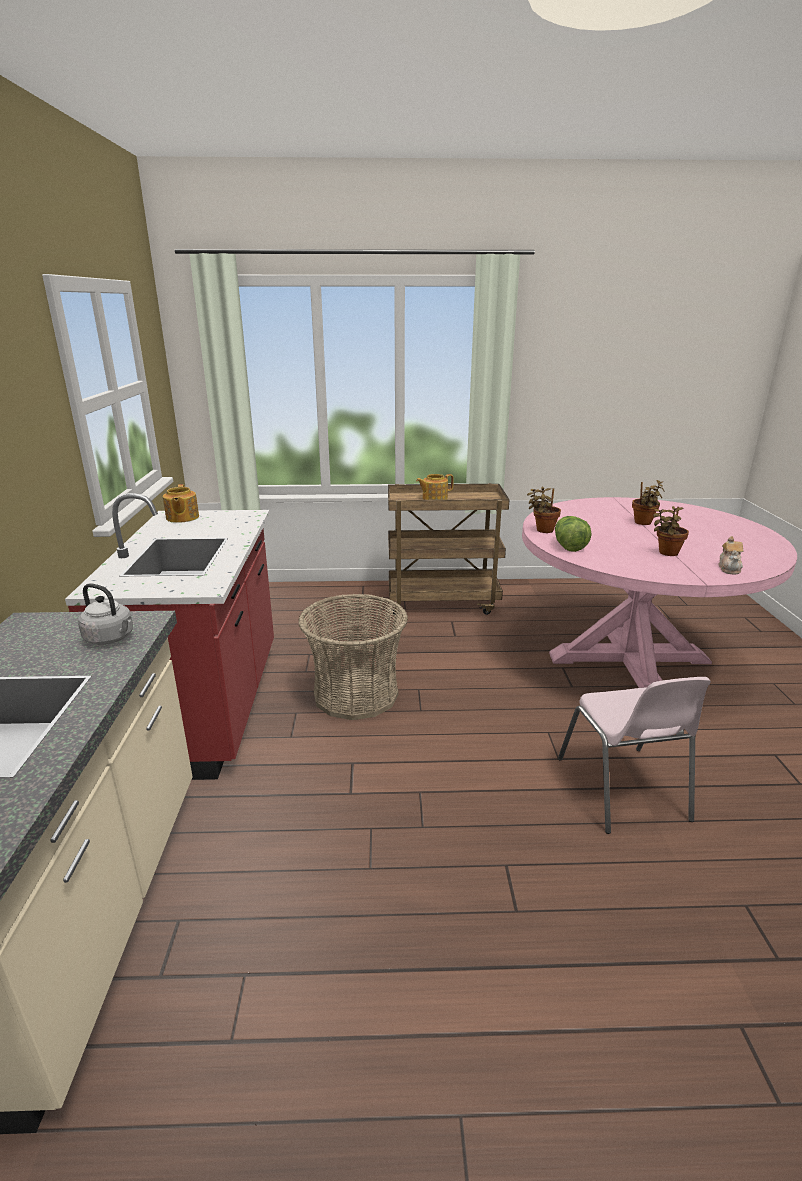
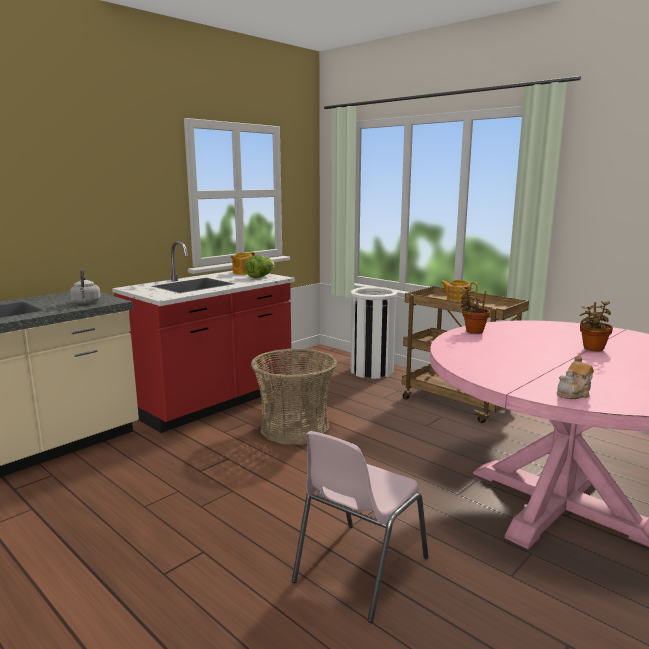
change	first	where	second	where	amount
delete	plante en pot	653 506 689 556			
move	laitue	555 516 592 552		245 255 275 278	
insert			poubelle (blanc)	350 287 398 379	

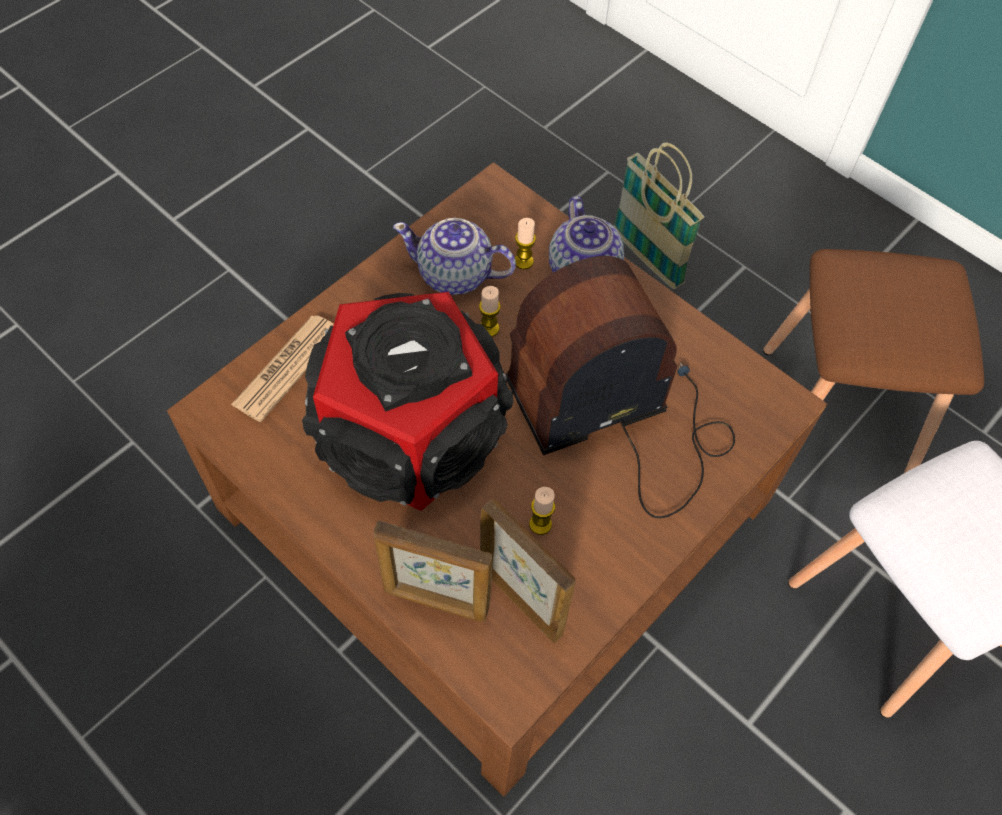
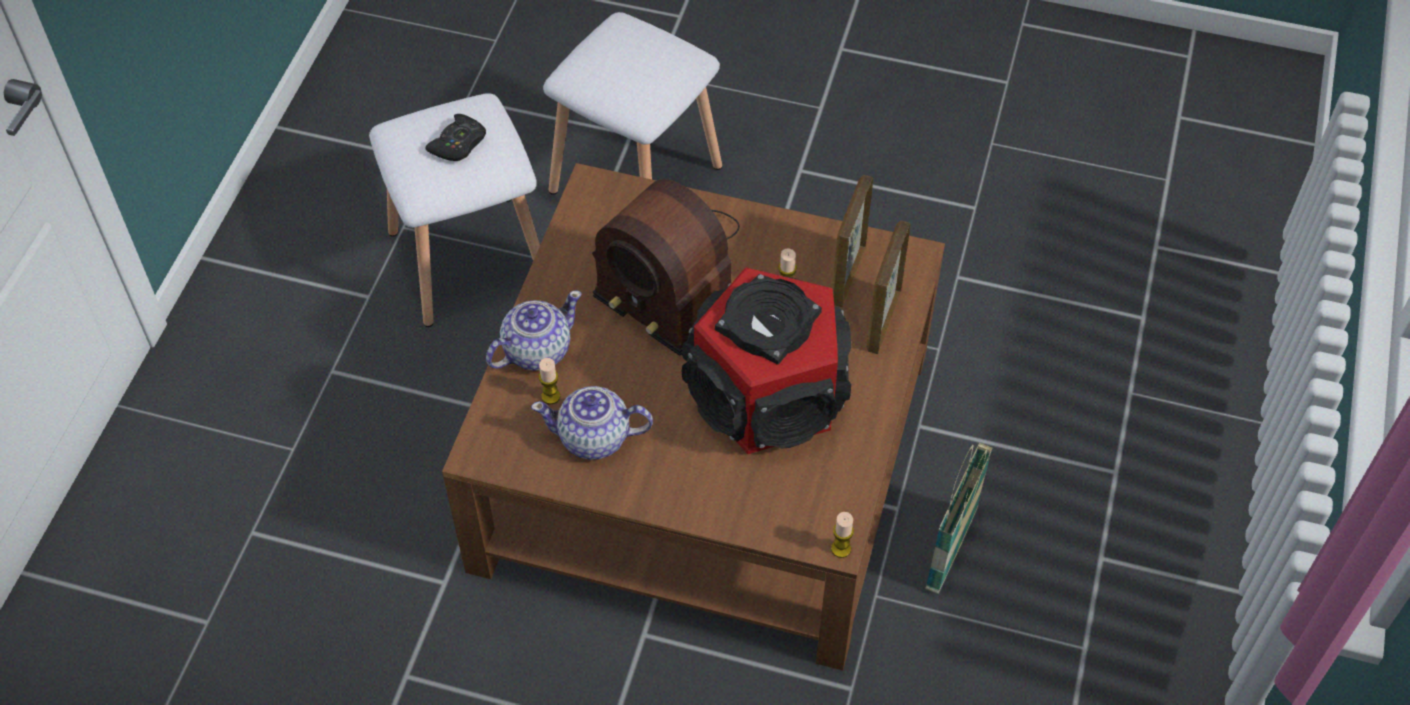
change	first	where	second	where	amount
move	panier	613 143 704 289		925 443 992 594	
rotate	théière	393 218 516 295		531 386 653 460	105 degrees clockwise
recolor	tabouret (marron)	763 249 984 473	tabouret (blanc)	369 93 540 327	
move	bougie	479 286 501 337		831 512 854 558	
delete	journal	231 315 334 422			
rotate	cadre photo	373 520 493 622		866 221 911 354	150 degrees counterclockwise
insert			manette (noir)	426 114 486 161	

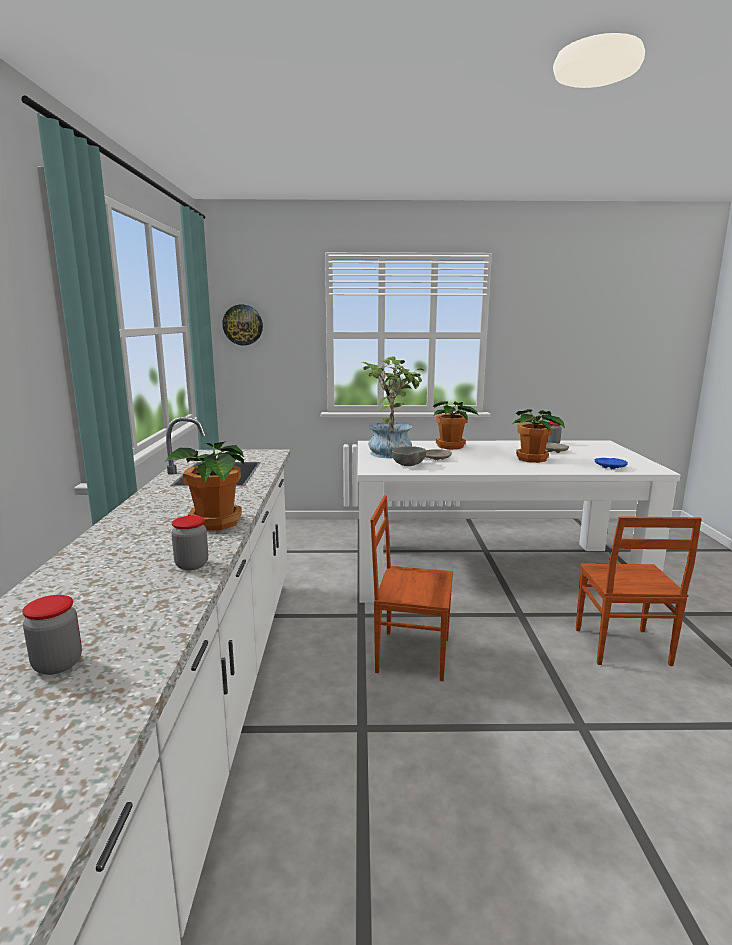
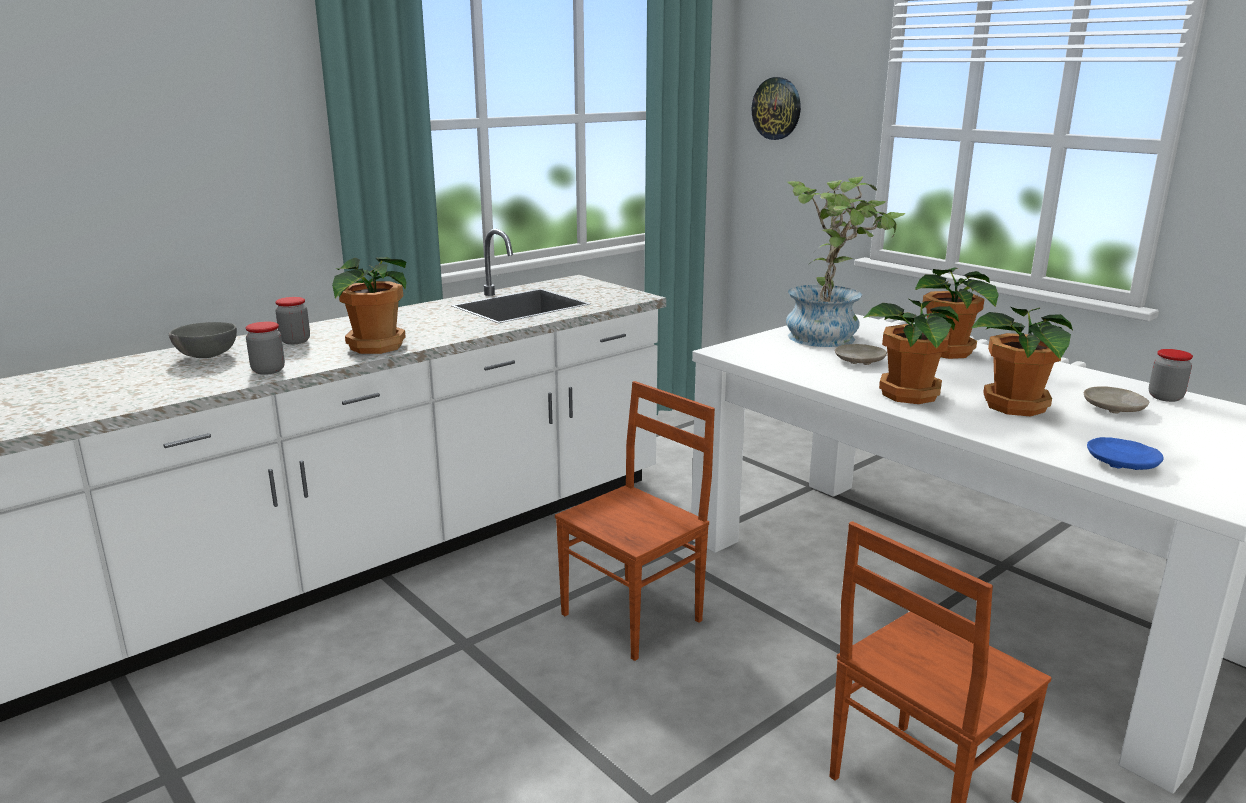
change	first	where	second	where	amount
move	bol (gris)	392 446 426 466		169 322 237 358	
rotate	chaise (marron)	370 495 453 681		555 381 715 661	75 degrees clockwise
move	bocal	22 595 82 675		275 297 310 345	
insert			plante en pot	864 299 959 404	

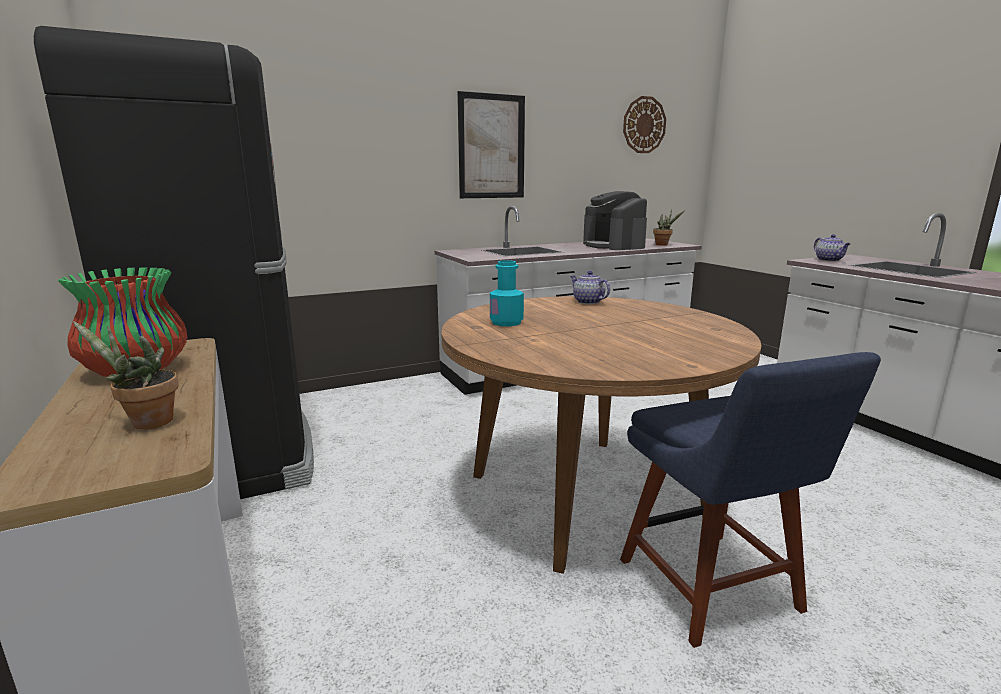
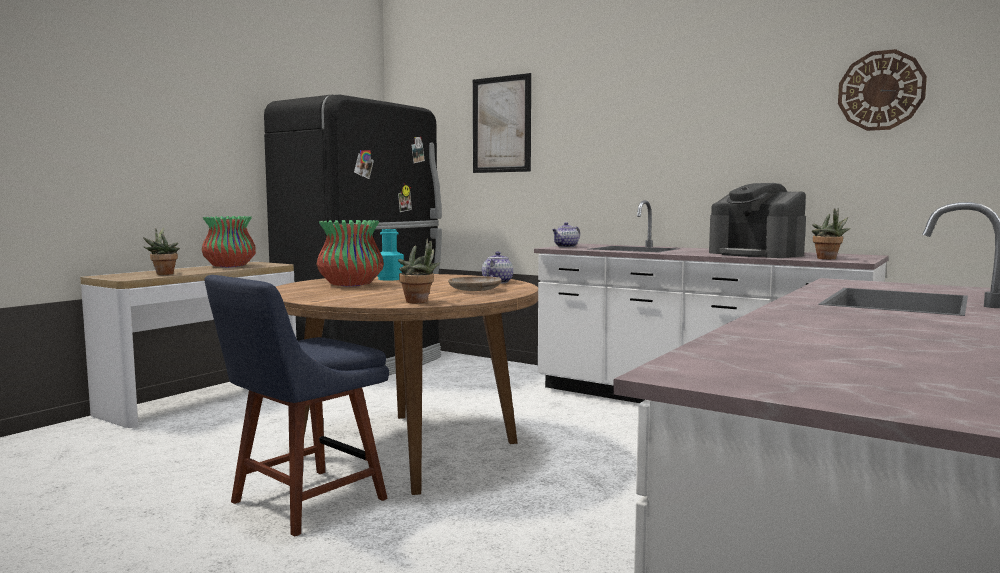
change	first	where	second	where	amount
move	tableau	457 91 525 198		473 73 531 173	
rotate	machine à café	583 191 647 250		709 183 806 258	75 degrees counterclockwise
move	théière	814 234 851 262		552 222 580 247	
insert			vase	316 220 384 286	
insert			plante en pot	398 238 440 303	
insert			assiette (beige)	448 276 502 291	

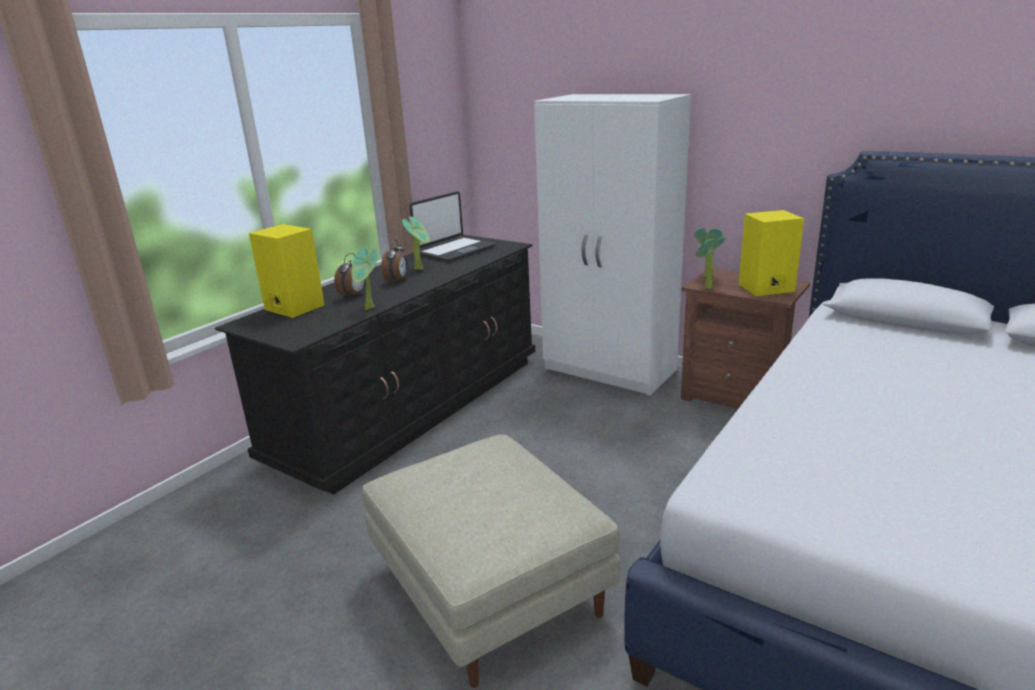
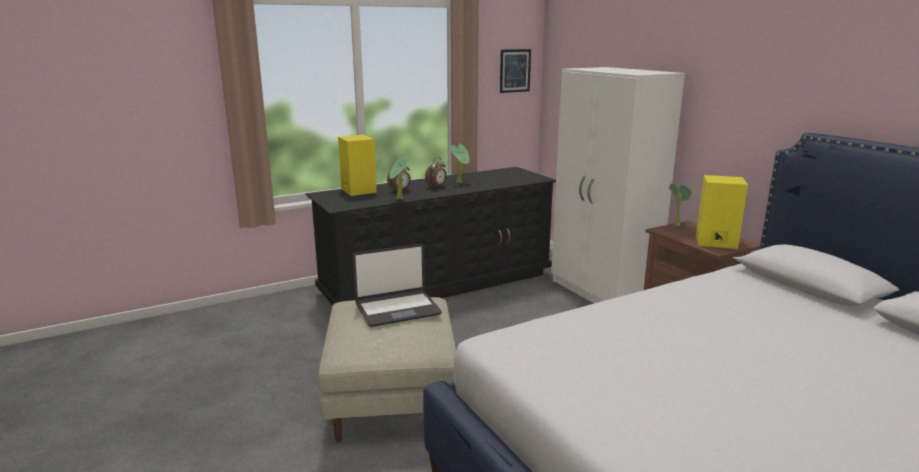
change	first	where	second	where	amount
move	ordinateur portable	409 191 496 262		353 244 442 327	
delete	plante en pot	696 237 725 289			
insert			tableau	500 49 531 93	

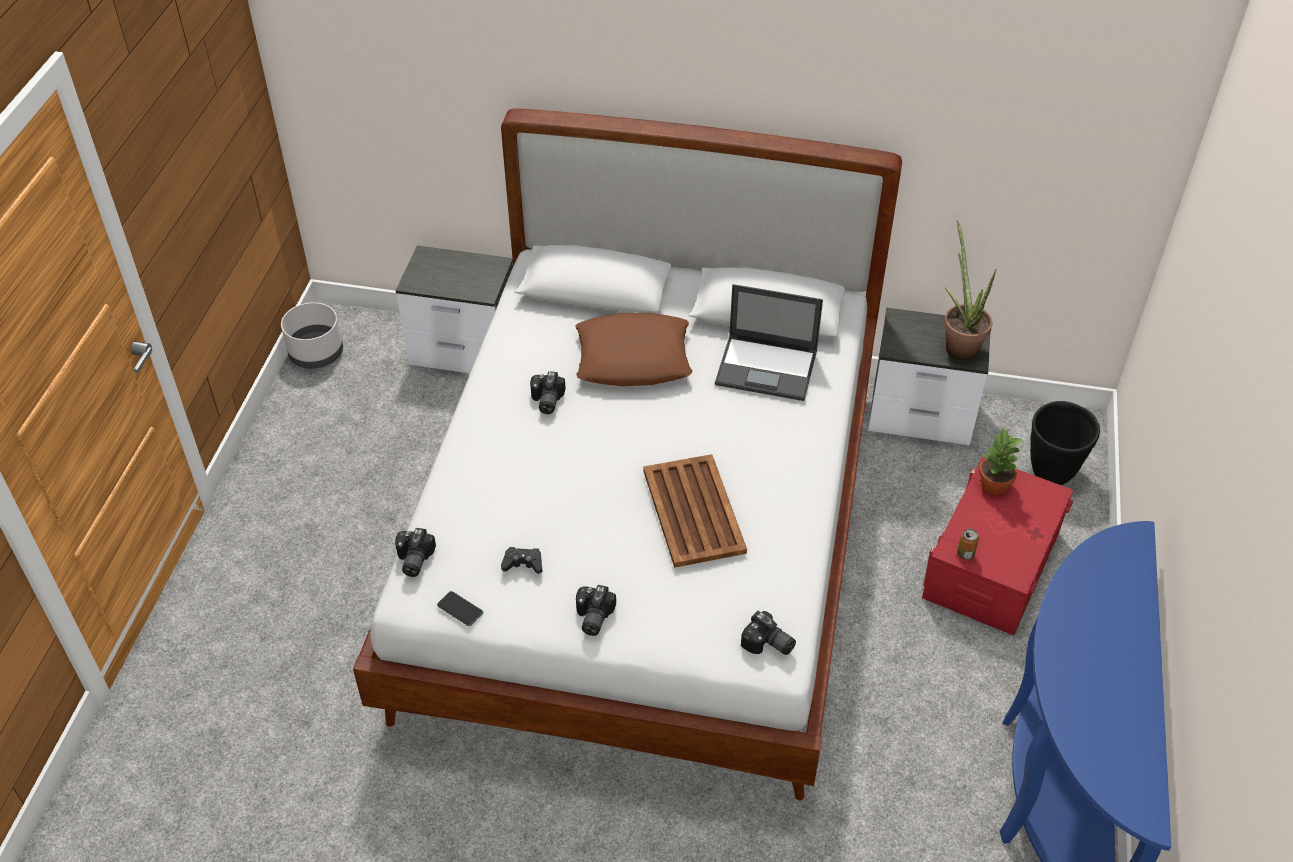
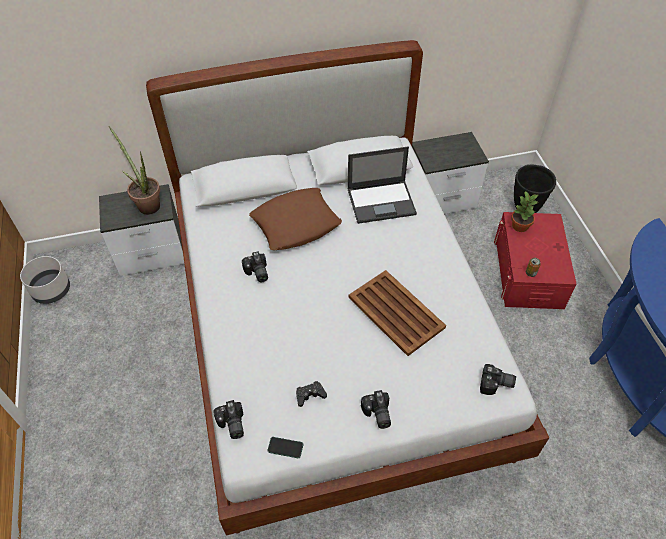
change	first	where	second	where	amount
move	plante en pot	944 220 997 361		108 126 160 215	

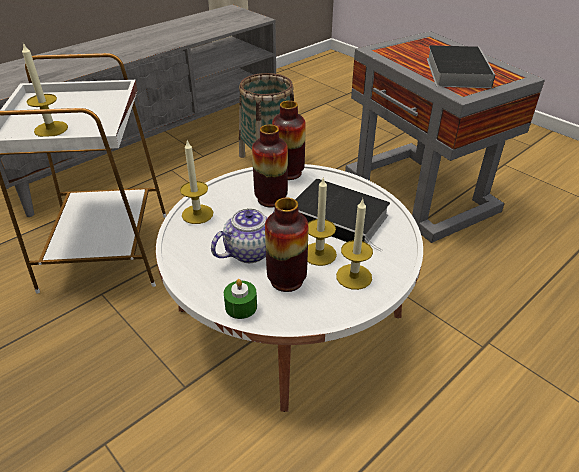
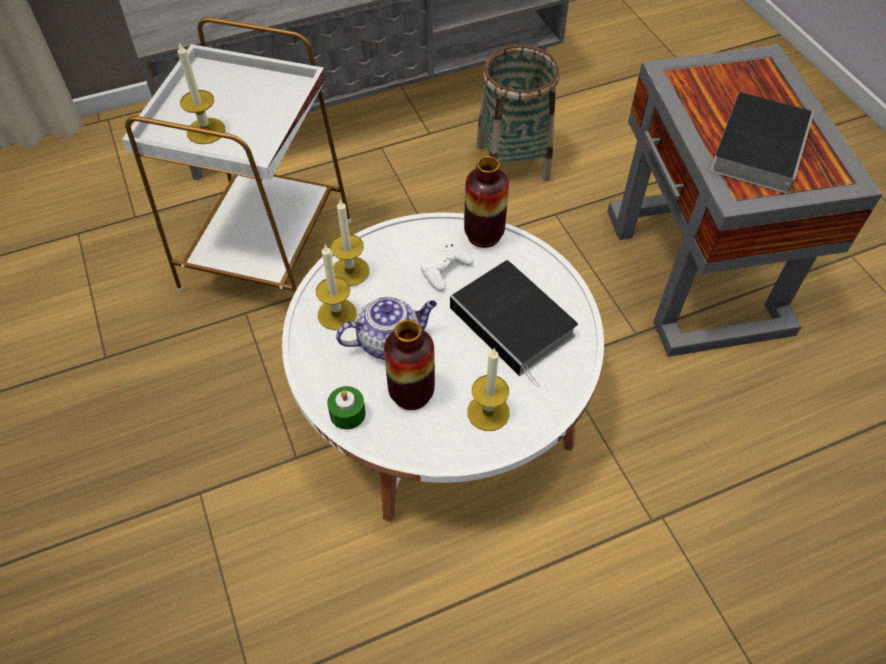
change	first	where	second	where	amount
replace	vase	252 125 288 208	manette (blanc)	421 244 473 291	
move	bougie	307 177 337 266		316 245 357 330	

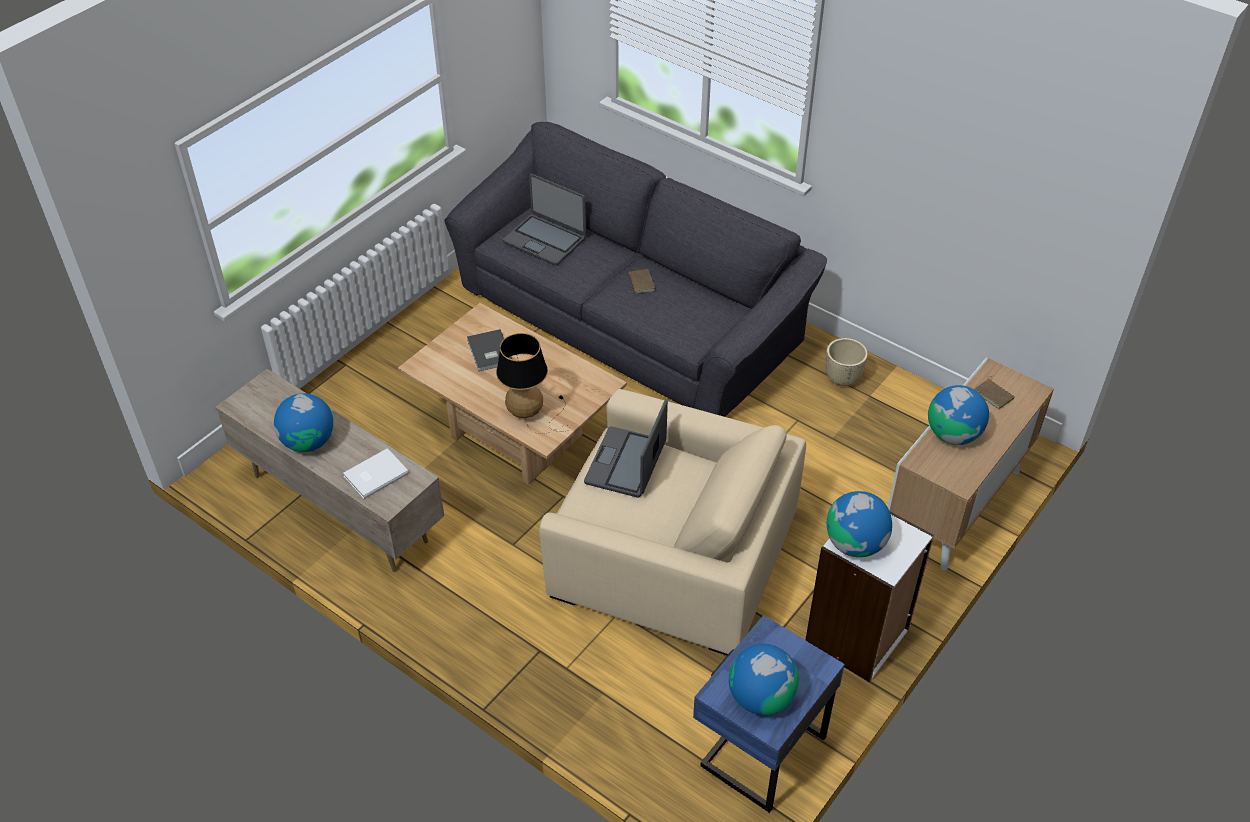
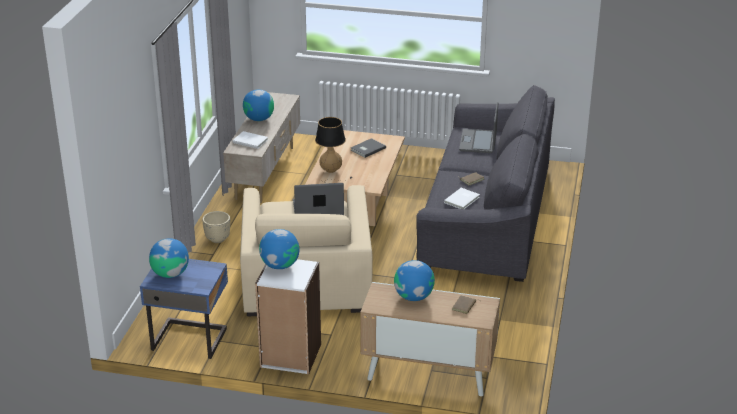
change	first	where	second	where	amount
move	cache-pot (beige)	826 338 868 386		202 211 230 243	
insert			livre (blanc)	444 188 480 209	

